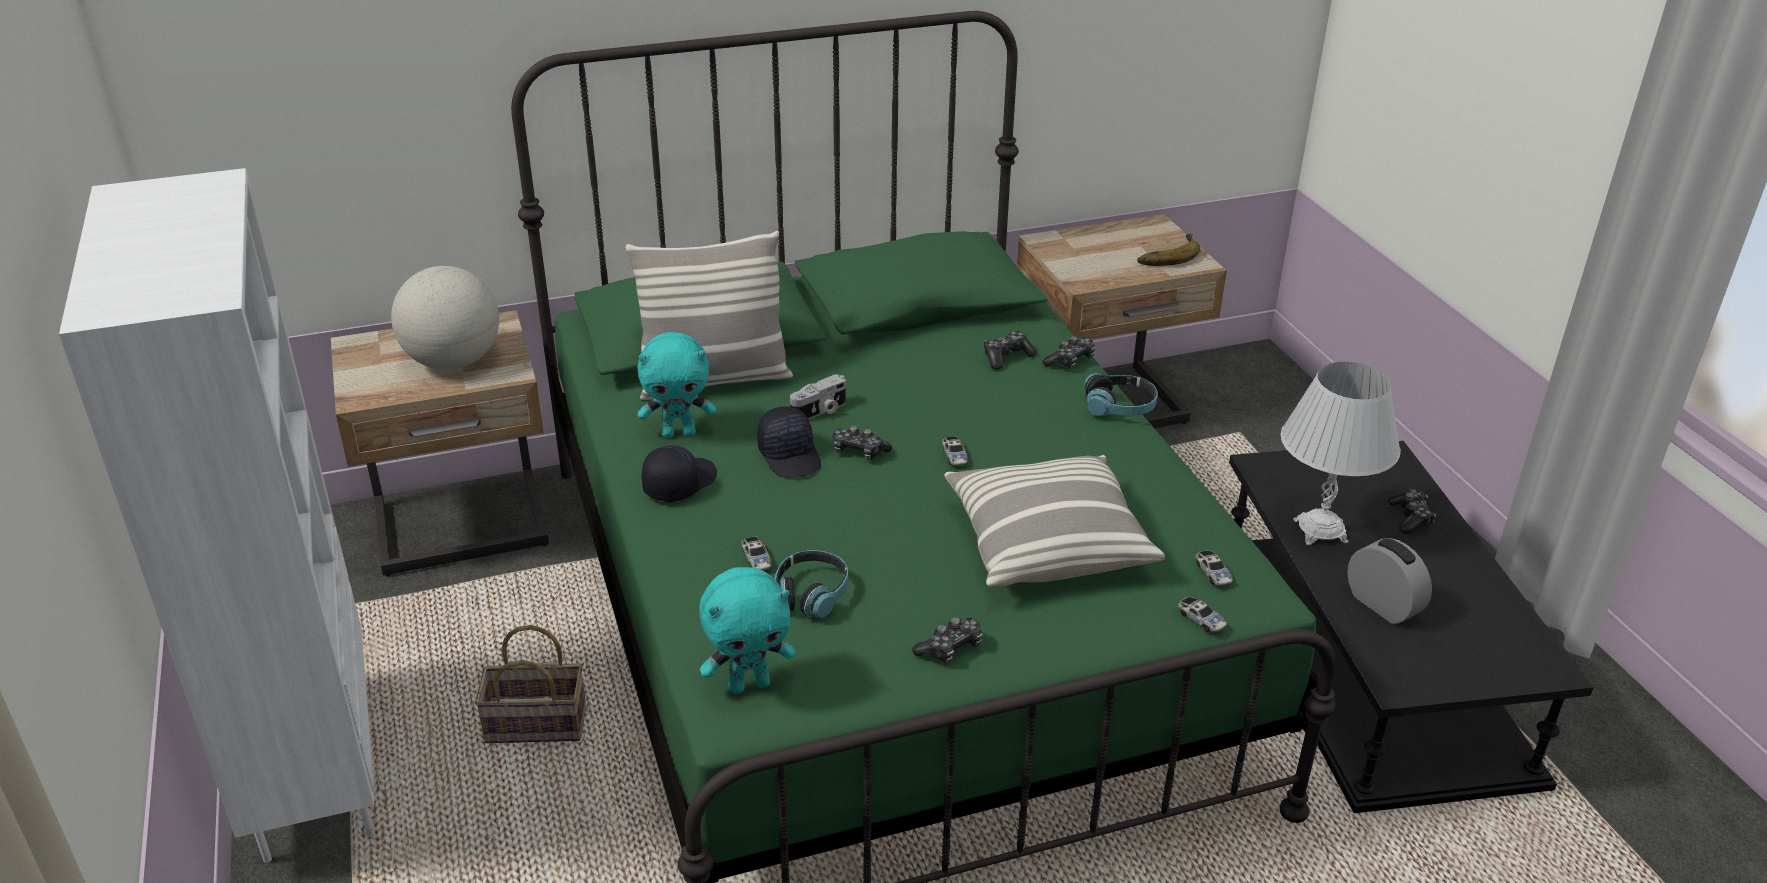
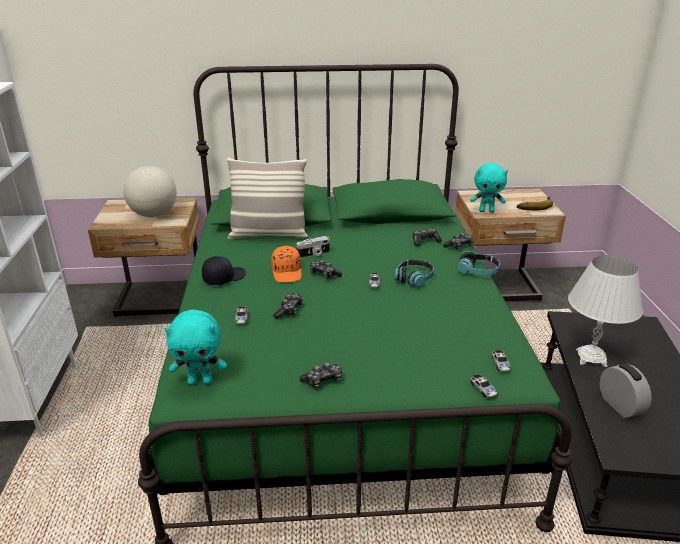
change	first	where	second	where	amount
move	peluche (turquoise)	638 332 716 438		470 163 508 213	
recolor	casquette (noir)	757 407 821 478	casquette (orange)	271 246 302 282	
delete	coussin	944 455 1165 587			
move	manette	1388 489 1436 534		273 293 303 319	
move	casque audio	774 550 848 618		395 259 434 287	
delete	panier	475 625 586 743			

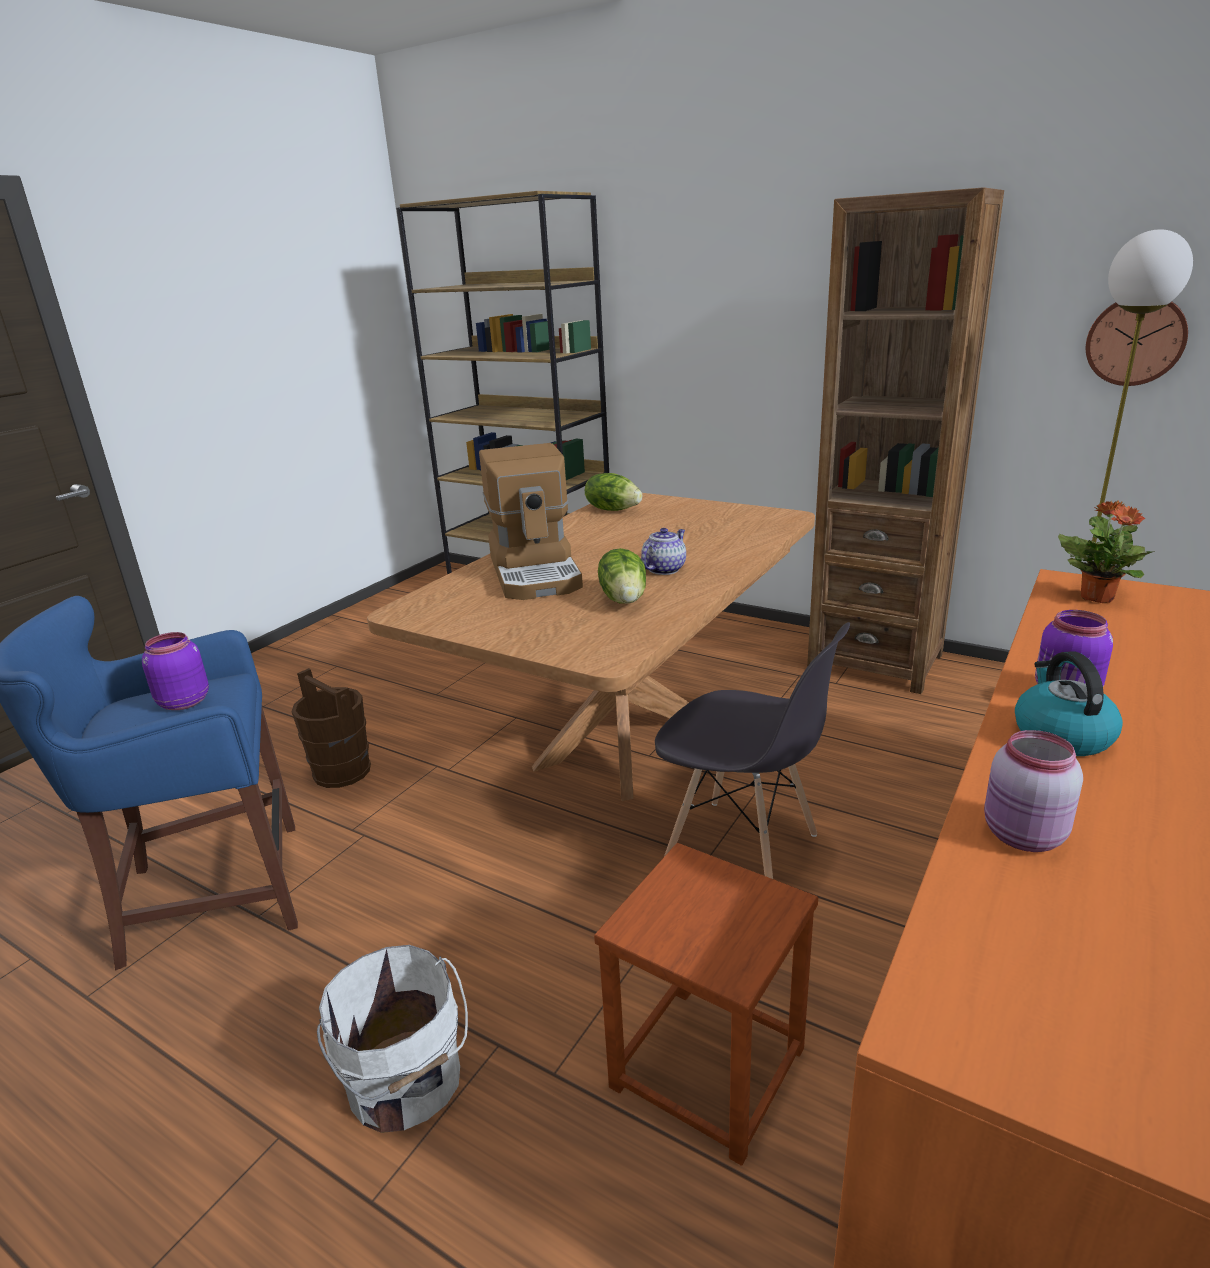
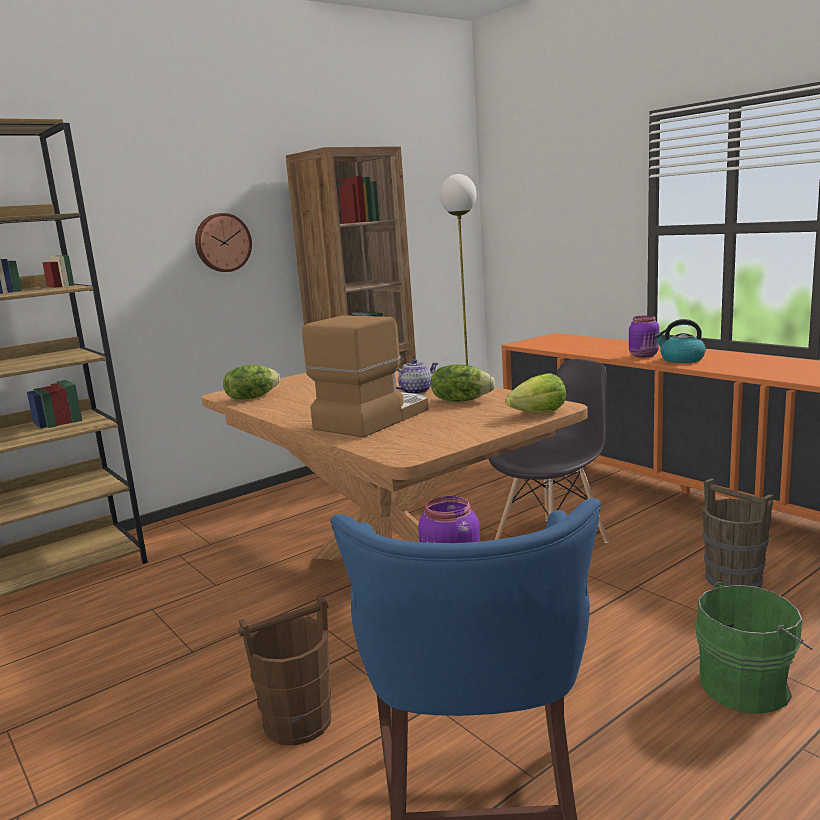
change	first	where	second	where	amount
move	horloge murale	1086 302 1188 386		195 213 252 272	
rotate	machine à café	479 443 583 600		302 315 429 438	60 degrees counterclockwise
delete	plante en pot	1058 500 1155 603			
rotate	théière	641 528 686 575		395 359 438 394	90 degrees clockwise
delete	bocal (rose)	984 730 1083 852			
replace	tabouret (marron)	594 843 818 1166	seau (marron)	703 478 774 588	
recolor	seau (blanc)	317 945 468 1133	seau (vert)	695 582 812 714	
insert			laitue	506 373 566 413	

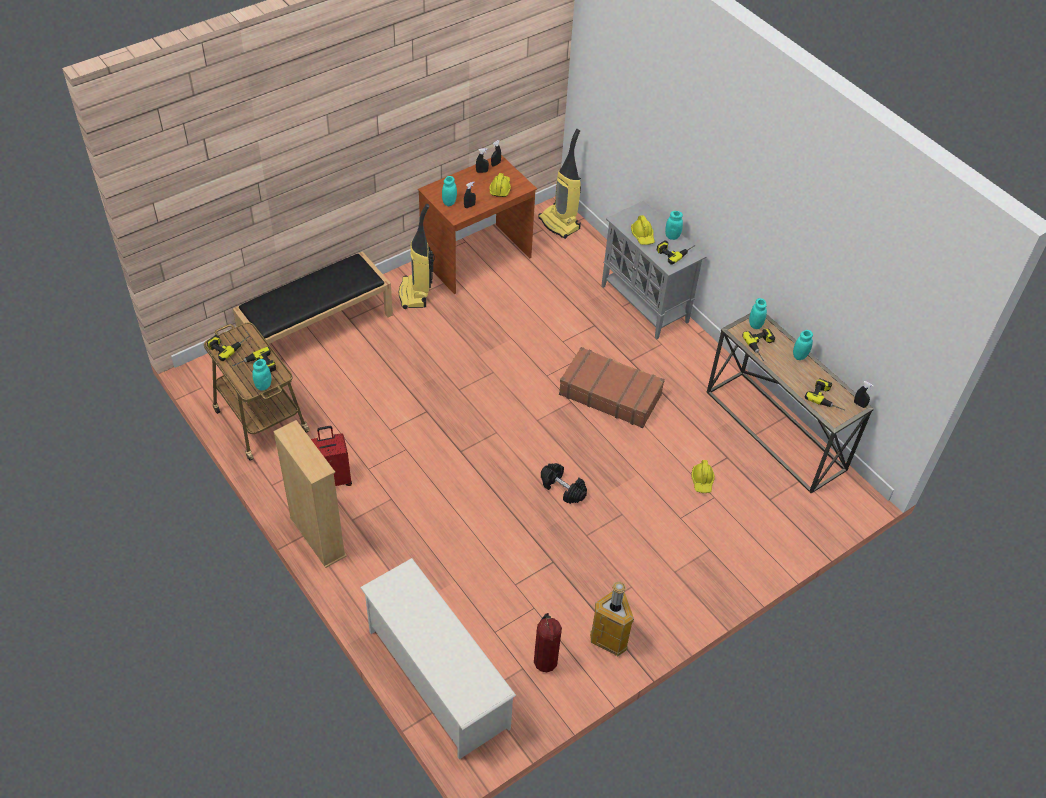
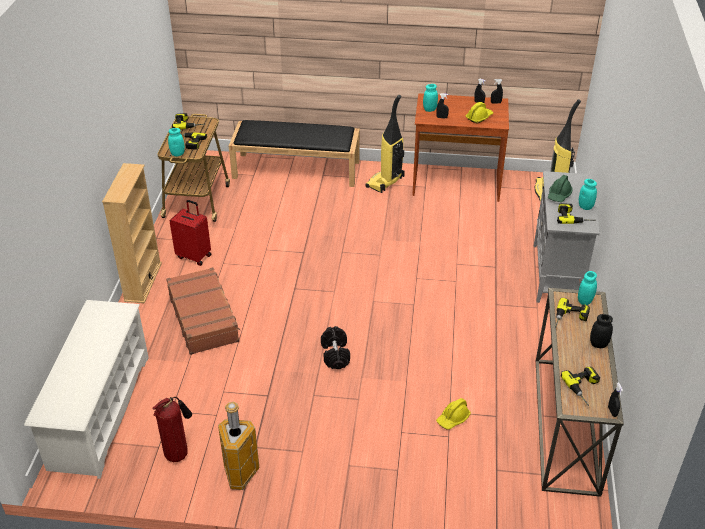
change	first	where	second	where	amount
recolor	casque de chantier (jaune)	631 215 655 245	casque de chantier (vert)	548 175 573 202	
recolor	bocal (turquoise)	793 330 813 360	bocal (noir)	590 314 613 348	
move	valise (marron)	559 347 665 428		166 267 240 355	

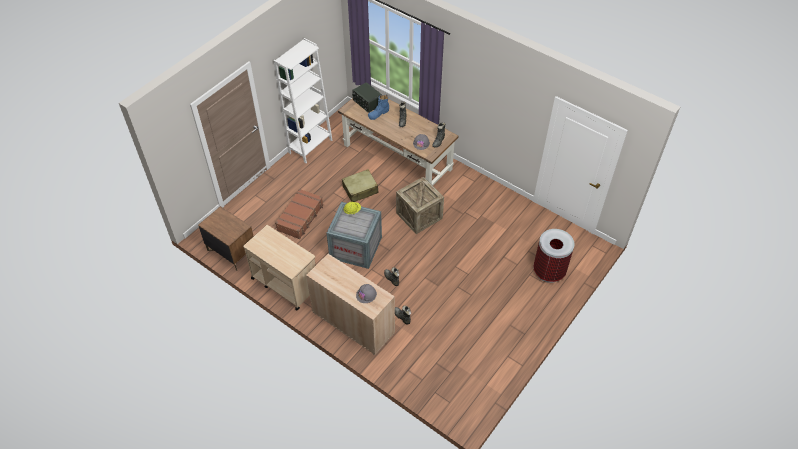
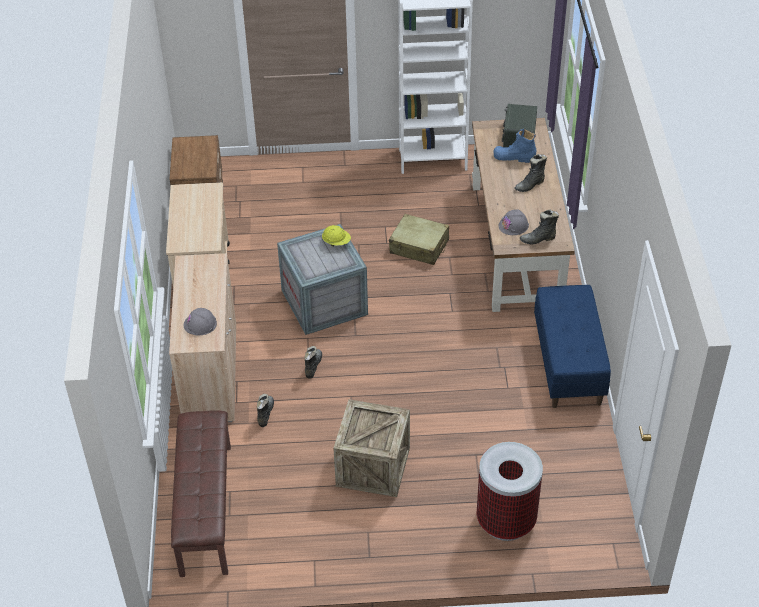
change	first	where	second	where	amount
move	caisse	396 177 444 234		333 399 410 497	
delete	valise (marron)	275 189 323 239			
insert			banc (bleu)	534 285 611 408	
insert			banc (marron)	171 410 231 577	

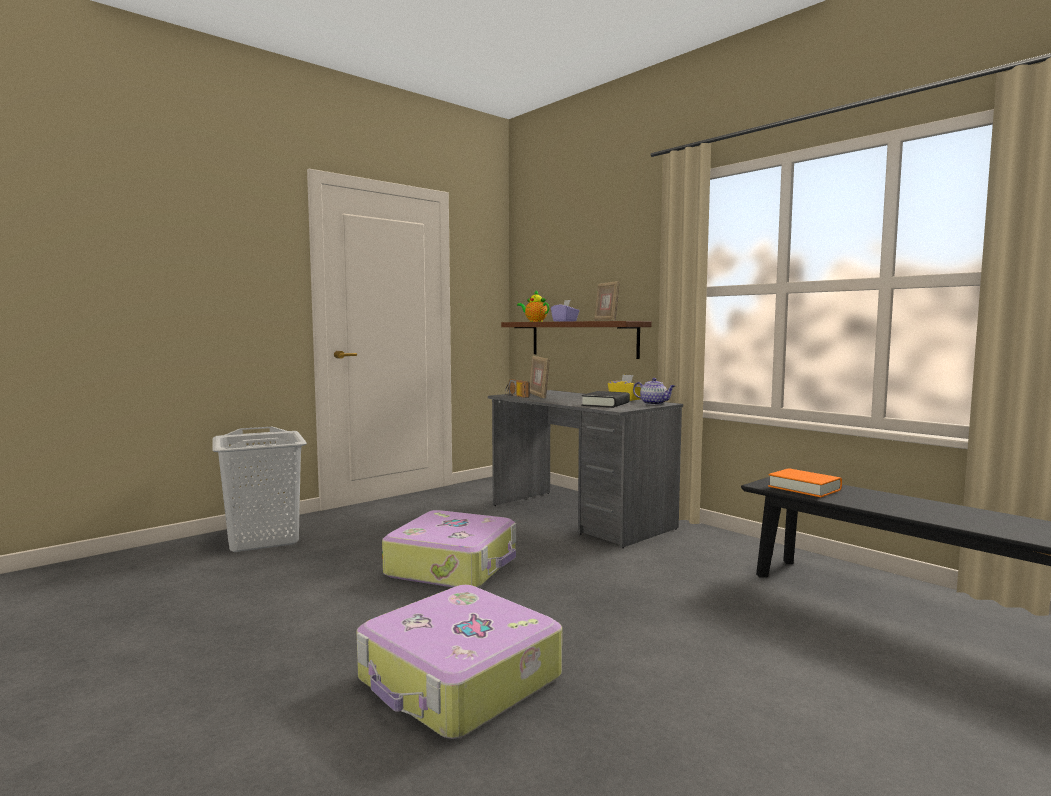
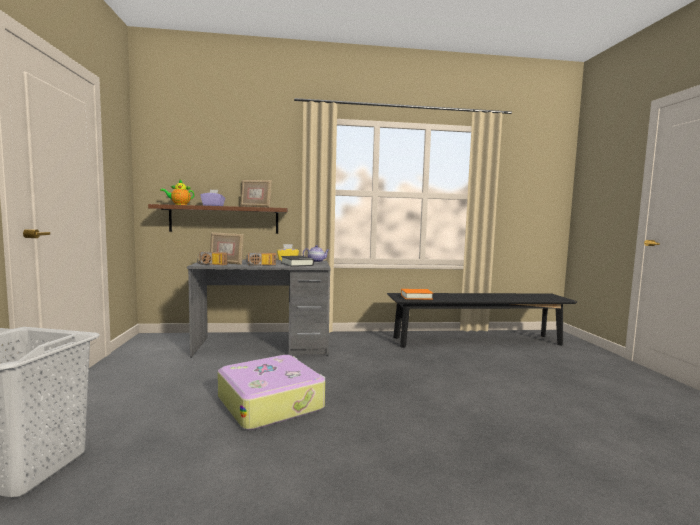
change	first	where	second	where	amount
delete	valise	357 585 562 739			
insert			radio	246 253 276 266	

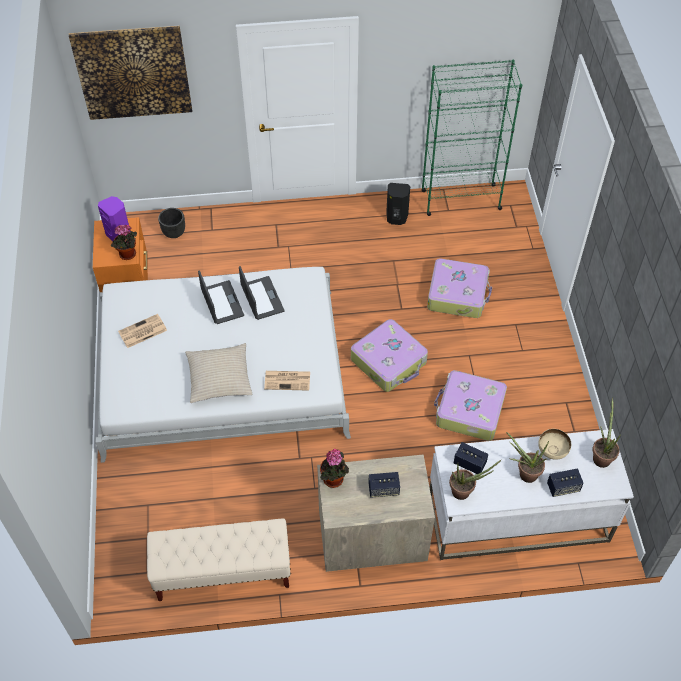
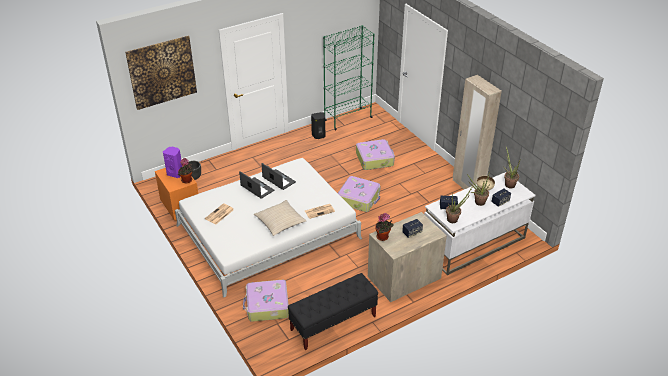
change	first	where	second	where	amount
move	valise	434 370 507 441		243 280 289 322	
recolor	banc (beige)	147 518 291 601	banc (noir)	288 273 378 350	
insert			armoire (beige)	453 75 502 189	

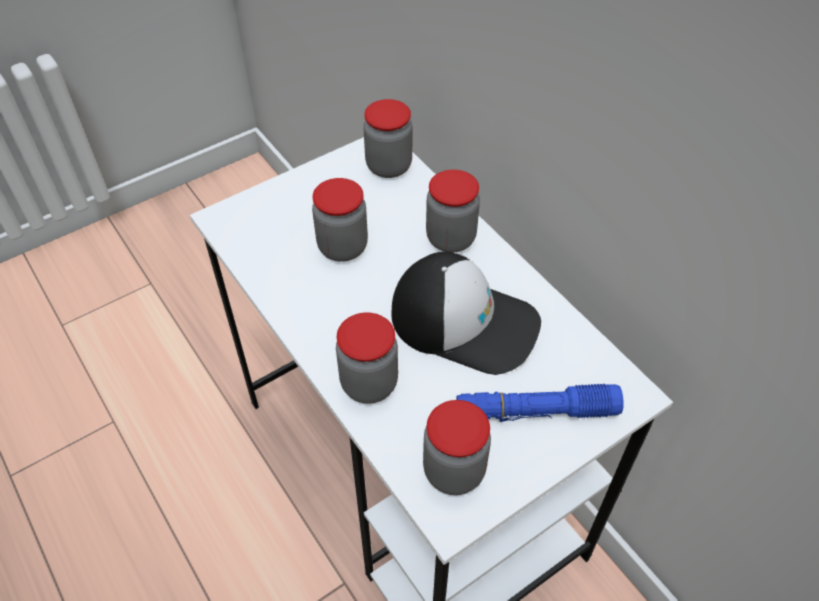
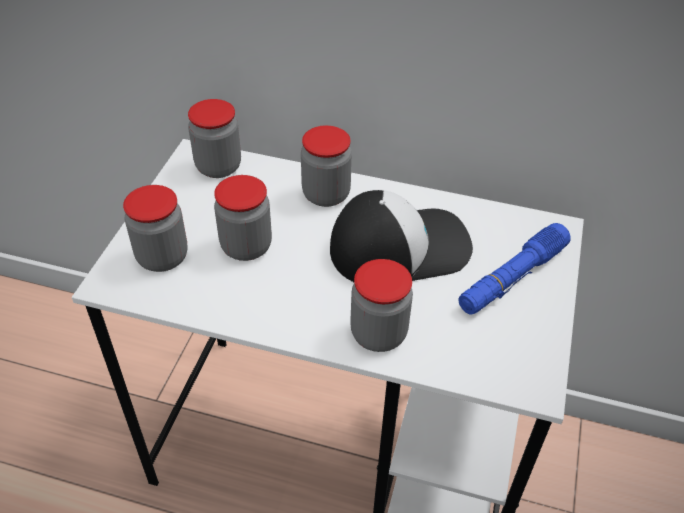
change	first	where	second	where	amount
move	bocal	423 400 491 495		123 185 188 272	

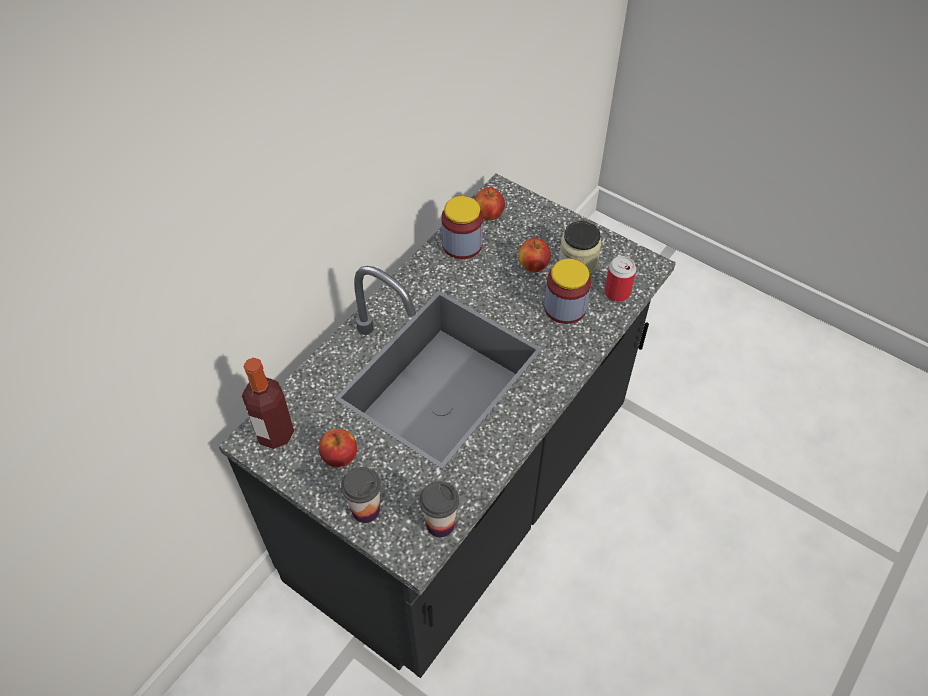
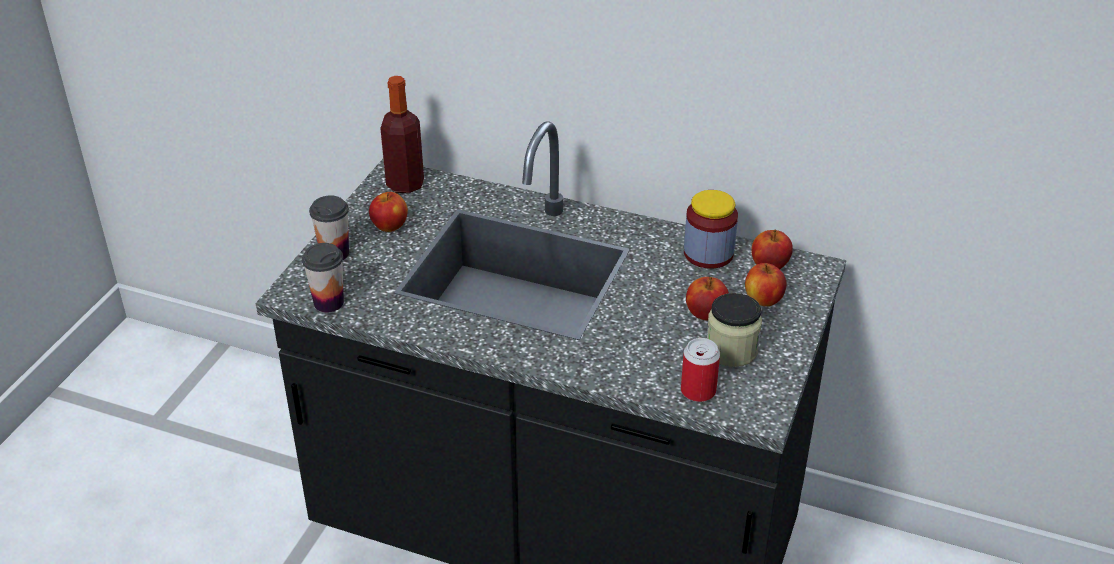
change	first	where	second	where	amount
delete	bocal	544 259 591 324			
insert			pomme	745 263 786 307	

